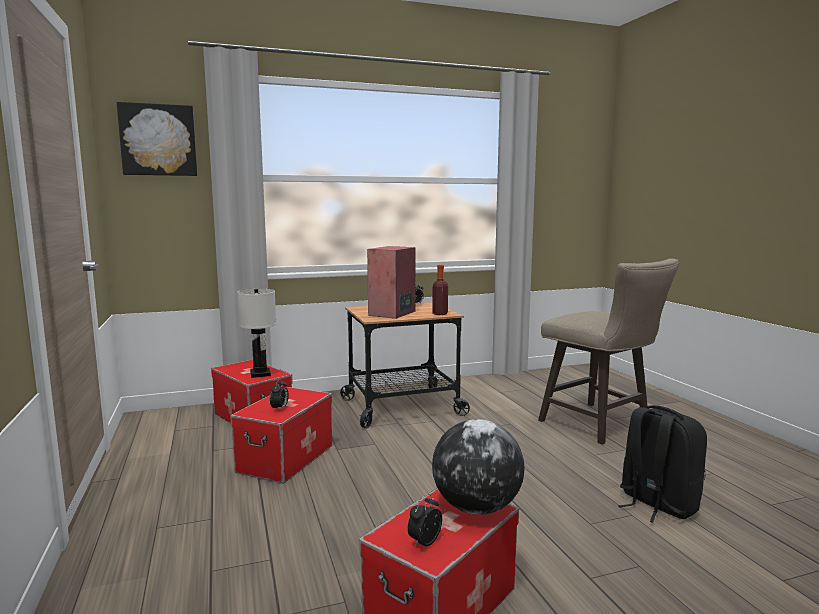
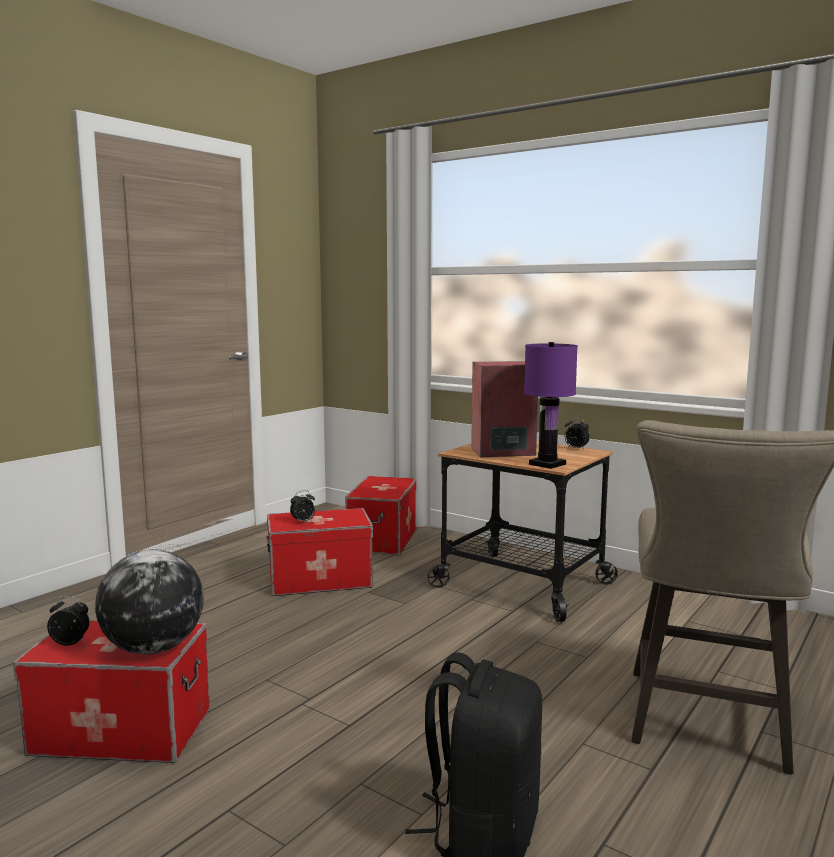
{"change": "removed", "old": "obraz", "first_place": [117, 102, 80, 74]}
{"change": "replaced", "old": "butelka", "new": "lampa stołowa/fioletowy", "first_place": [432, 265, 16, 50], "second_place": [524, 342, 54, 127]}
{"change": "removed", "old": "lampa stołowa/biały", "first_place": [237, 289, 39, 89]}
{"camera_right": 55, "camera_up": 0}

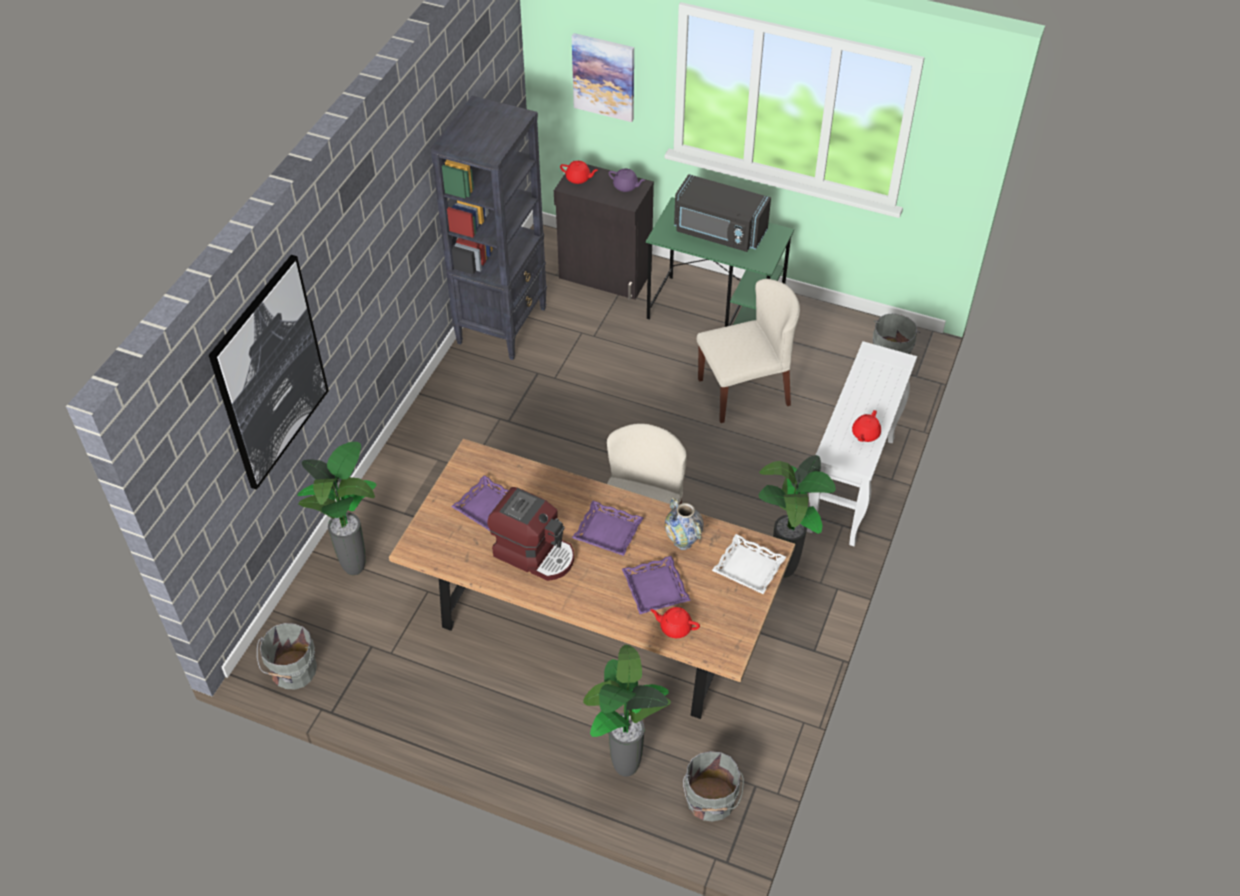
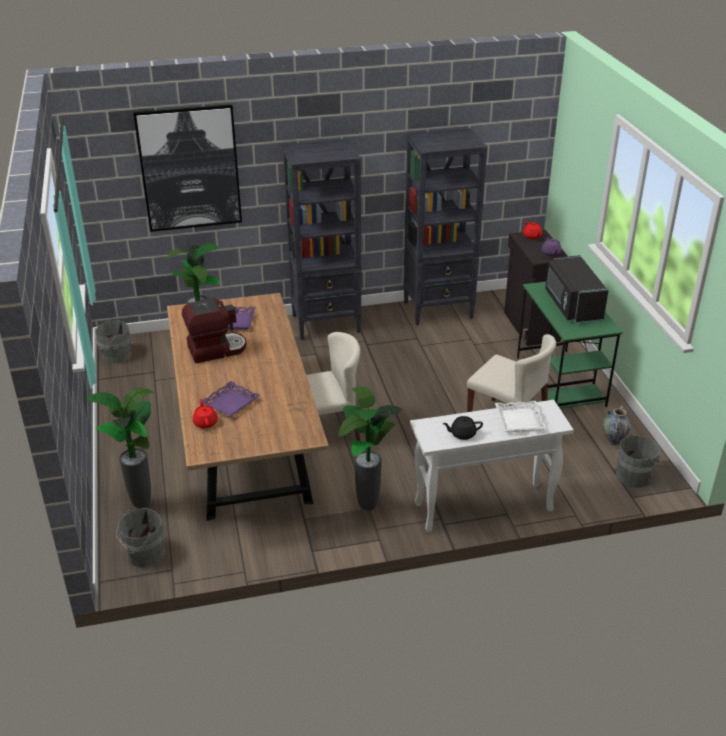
{"change": "removed", "old": "obraz", "first_place": [572, 33, 62, 89]}
{"change": "recoloured", "old": "imbryk/czerwony", "new": "imbryk/czarny", "first_place": [852, 410, 29, 32], "second_place": [443, 416, 40, 24]}
{"change": "turned", "old": "ekspres do kawy", "first_place": [487, 487, 87, 94], "second_place": [182, 298, 64, 65], "degrees": -105}
{"change": "moved", "old": "wazon", "first_place": [665, 497, 39, 53], "second_place": [603, 405, 28, 41]}
{"change": "removed", "old": "taca/fioletowy", "first_place": [572, 501, 72, 55]}
{"change": "moved", "old": "taca/biały", "first_place": [712, 534, 74, 60], "second_place": [495, 401, 52, 31]}
{"change": "added", "new": "regał/czarny", "second_place": [283, 139, 79, 201]}
{"camera_right": 55, "camera_up": -15}

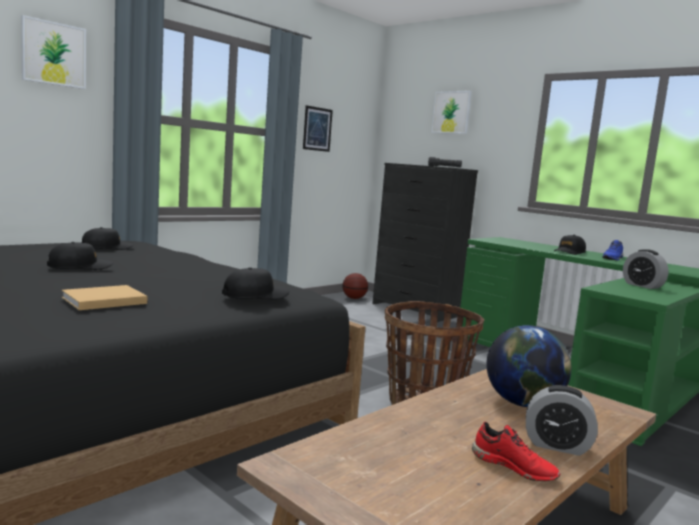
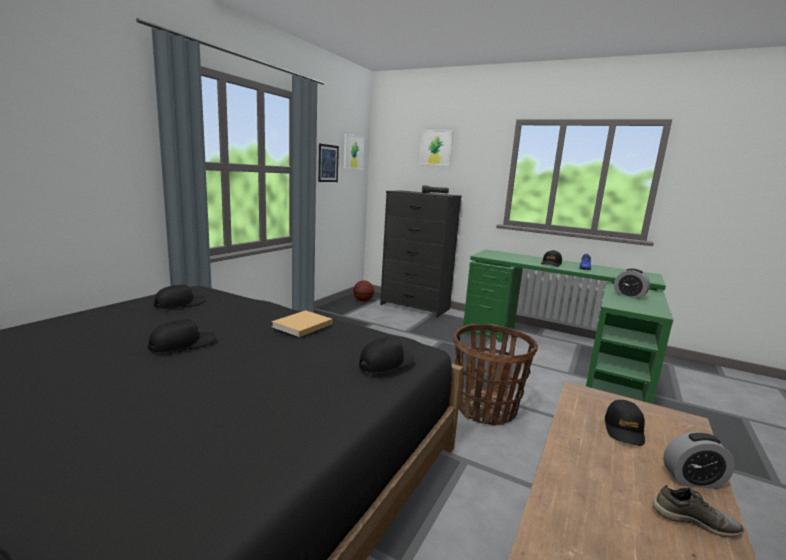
{"change": "moved", "old": "obraz", "first_place": [21, 15, 65, 74], "second_place": [344, 134, 20, 35]}
{"change": "moved", "old": "książka/beżowy", "first_place": [62, 285, 85, 25], "second_place": [271, 310, 62, 27]}
{"change": "replaced", "old": "globus", "new": "czapka z daszkiem/czarny", "first_place": [486, 325, 85, 82], "second_place": [605, 400, 40, 46]}
{"change": "recoloured", "old": "but/czerwony", "new": "but/szary", "first_place": [472, 422, 88, 59], "second_place": [653, 485, 91, 52]}
{"camera_right": -15, "camera_up": 5}

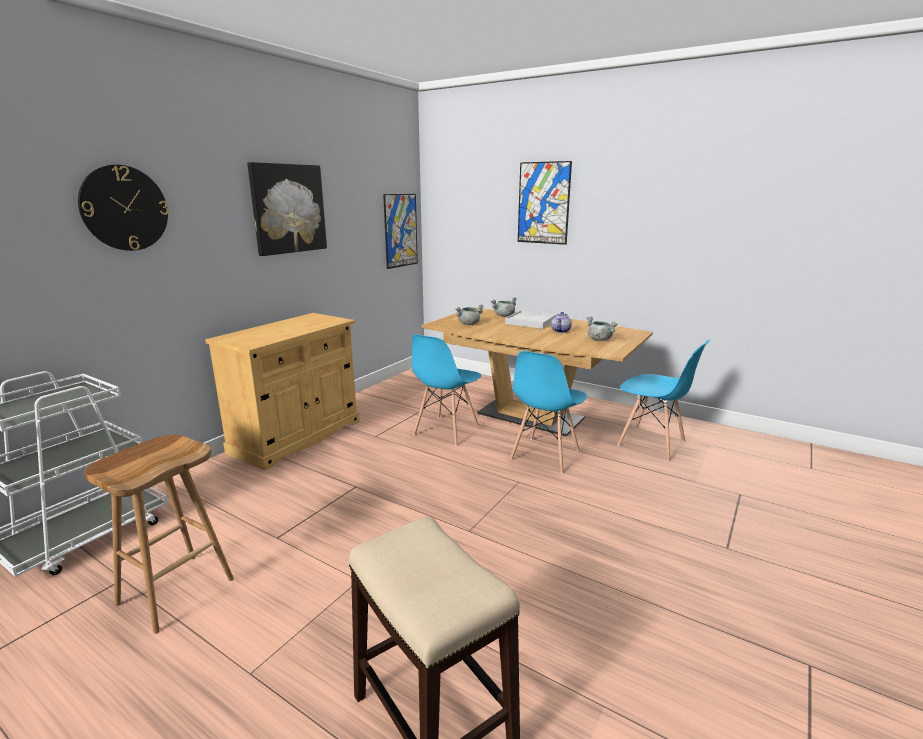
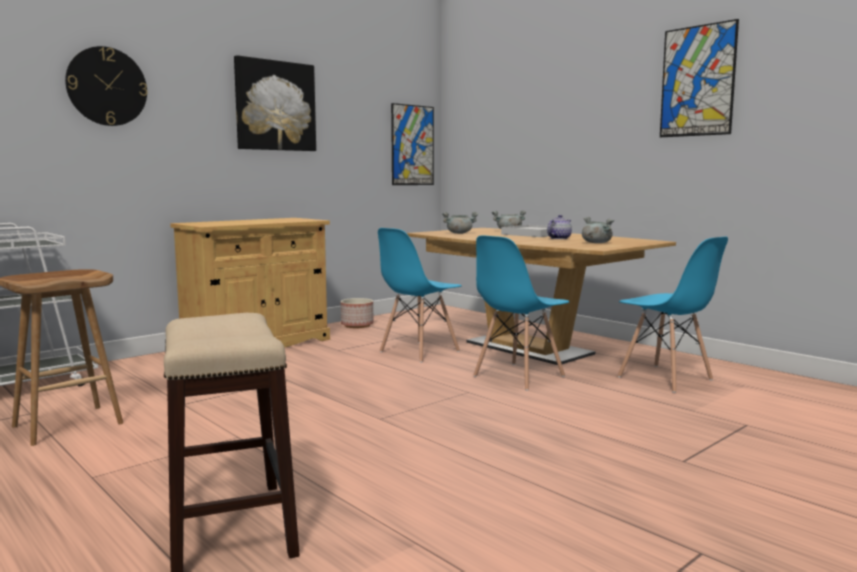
{"change": "moved", "old": "obraz", "first_place": [518, 161, 54, 84], "second_place": [660, 19, 79, 118]}
{"change": "added", "new": "donica", "second_place": [341, 298, 32, 30]}
{"camera_right": 15, "camera_up": -10}

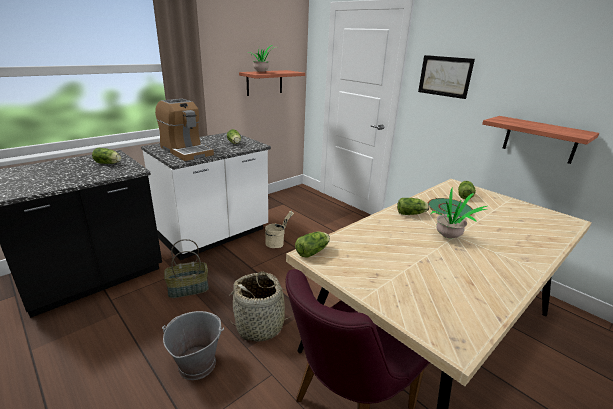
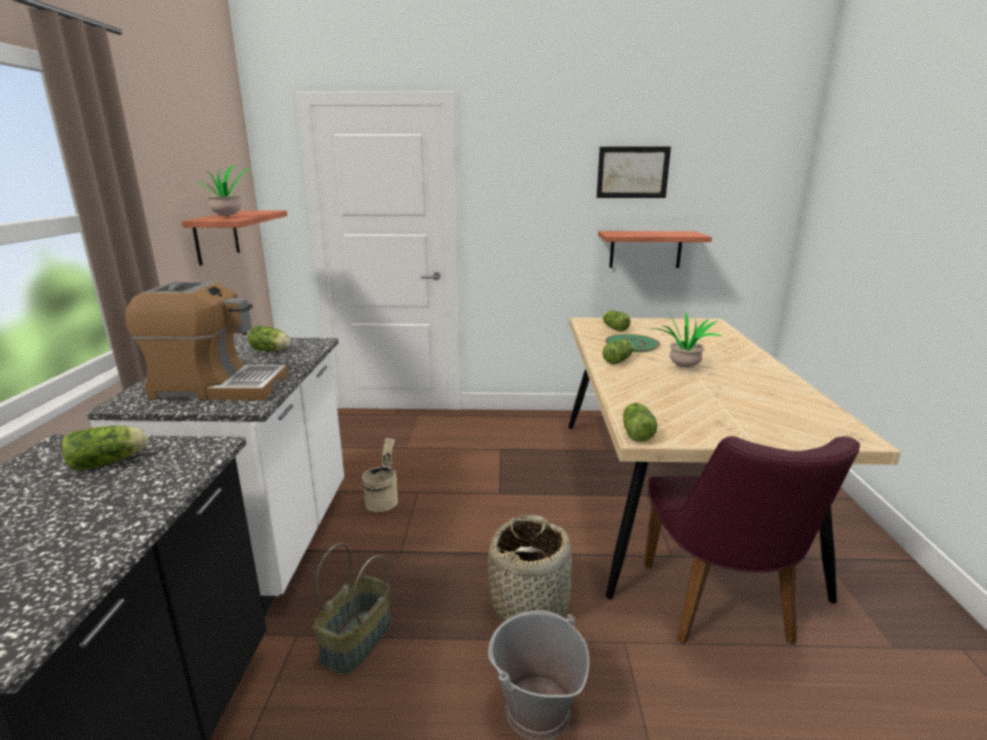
{"change": "moved", "old": "obraz", "first_place": [418, 55, 57, 44], "second_place": [597, 147, 74, 51]}
{"camera_right": -45, "camera_up": -5}

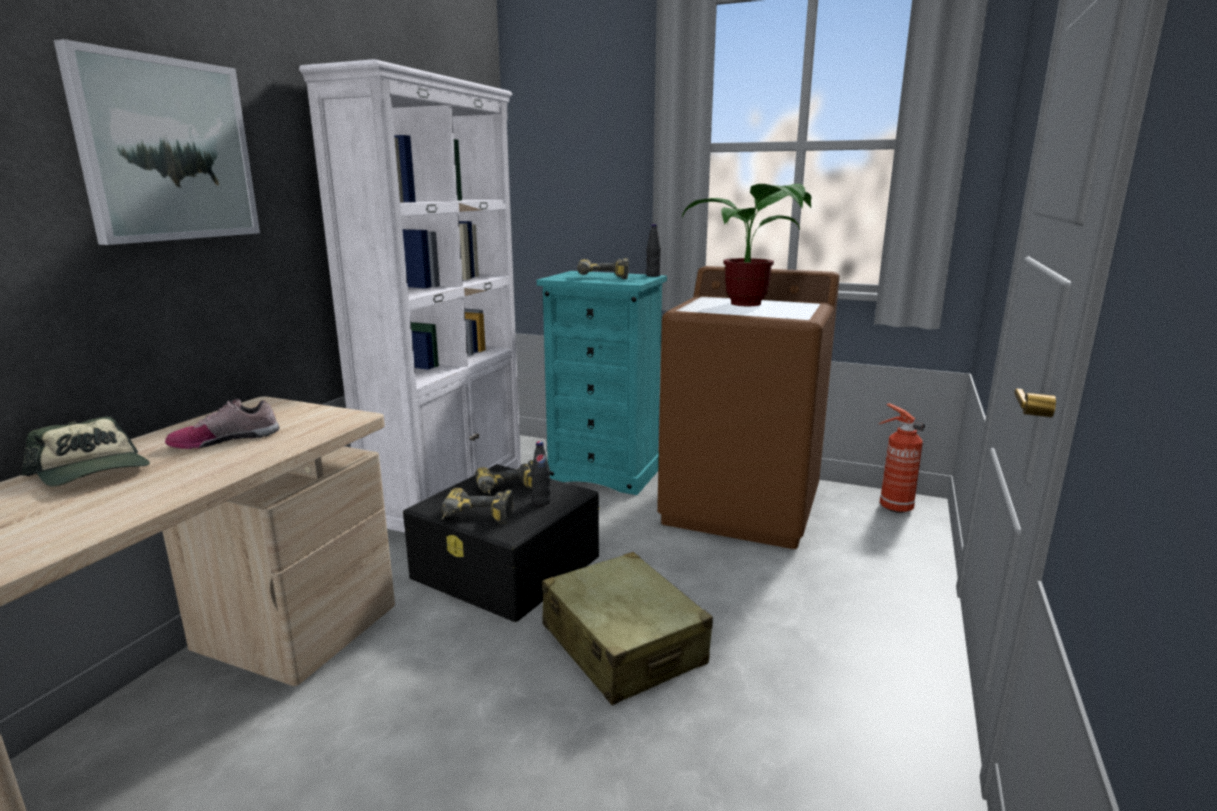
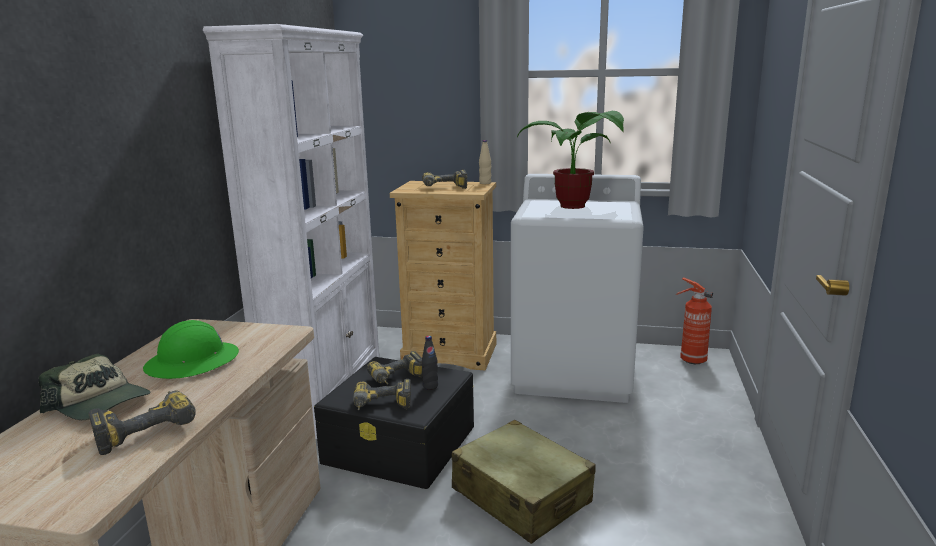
{"change": "removed", "old": "obraz", "first_place": [54, 39, 206, 206]}
{"change": "recoloured", "old": "butelka/czarny", "new": "butelka/beżowy", "first_place": [646, 224, 15, 53], "second_place": [479, 140, 12, 44]}
{"change": "recoloured", "old": "pralka/brązowy", "new": "pralka/biały", "first_place": [657, 266, 183, 283], "second_place": [511, 174, 133, 229]}
{"change": "recoloured", "old": "komoda/turkusowy", "new": "komoda/beżowy", "first_place": [537, 271, 130, 224], "second_place": [390, 181, 106, 190]}
{"change": "replaced", "old": "but", "new": "kask/zielony", "first_place": [165, 399, 115, 50], "second_place": [143, 320, 96, 59]}
{"change": "added", "new": "wiertarka", "second_place": [88, 391, 108, 64]}
{"camera_right": -10, "camera_up": 0}

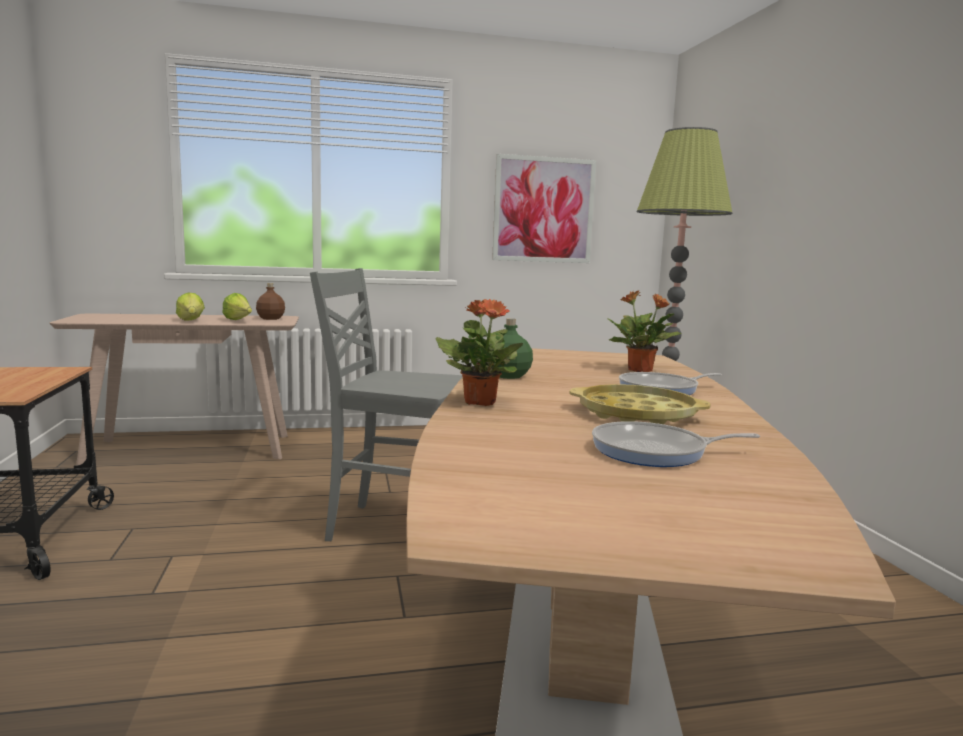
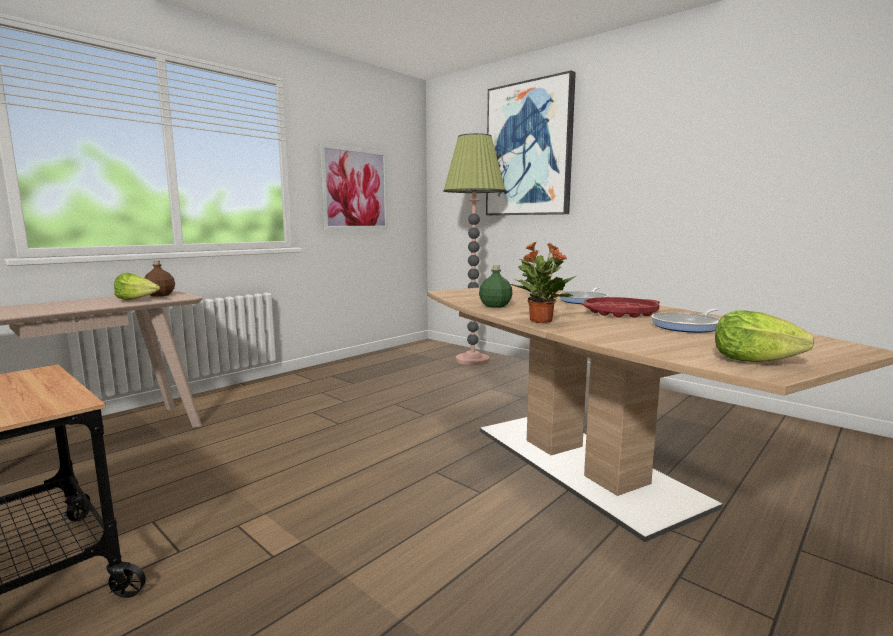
{"change": "removed", "old": "krzesło/szary", "first_place": [310, 268, 153, 273]}
{"change": "moved", "old": "sałata", "first_place": [176, 292, 29, 29], "second_place": [715, 310, 99, 53]}
{"change": "recoloured", "old": "taca/żółty", "new": "taca/czerwony", "first_place": [569, 384, 142, 40], "second_place": [582, 297, 78, 21]}
{"change": "added", "new": "obraz", "second_place": [486, 70, 90, 145]}
{"camera_right": -35, "camera_up": 0}

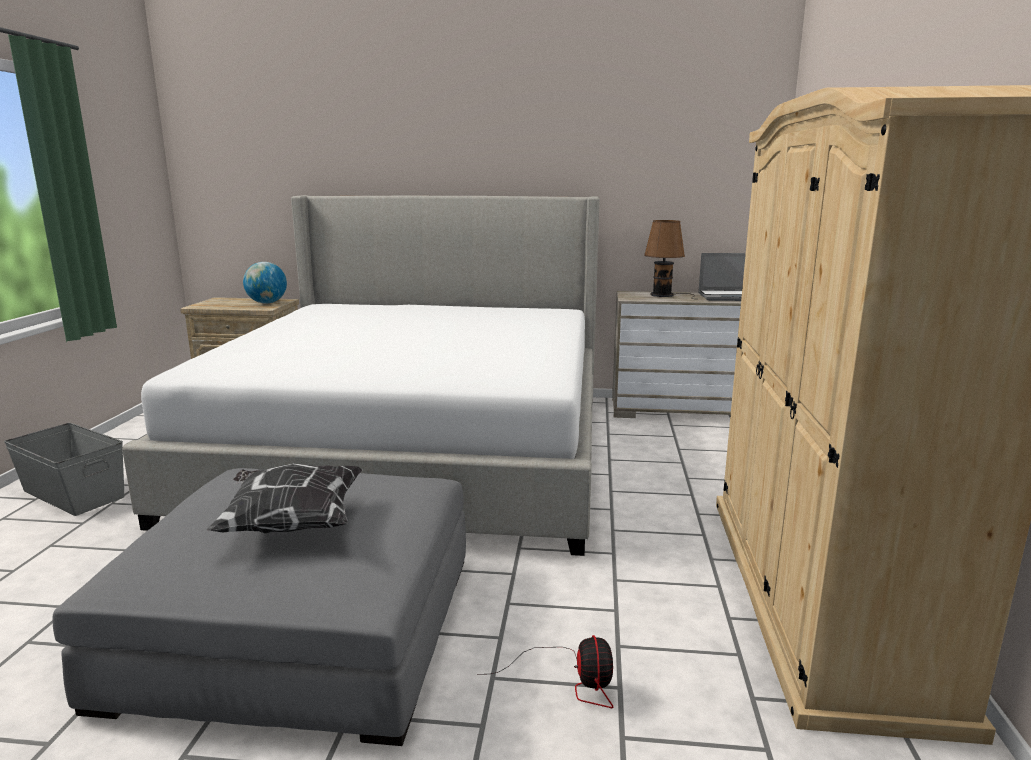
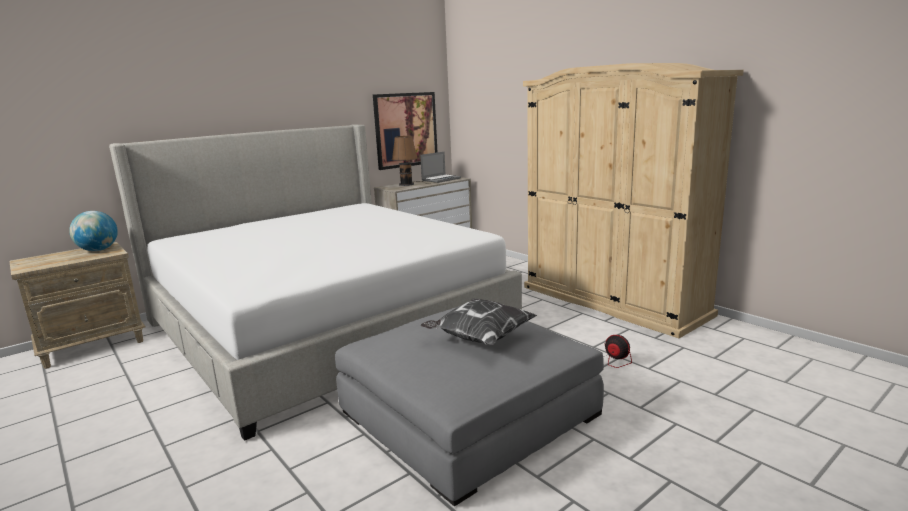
{"change": "removed", "old": "pojemnik do przechowywania/szary", "first_place": [4, 423, 121, 93]}
{"change": "added", "new": "obraz", "second_place": [373, 92, 64, 78]}
{"camera_right": -45, "camera_up": 0}

